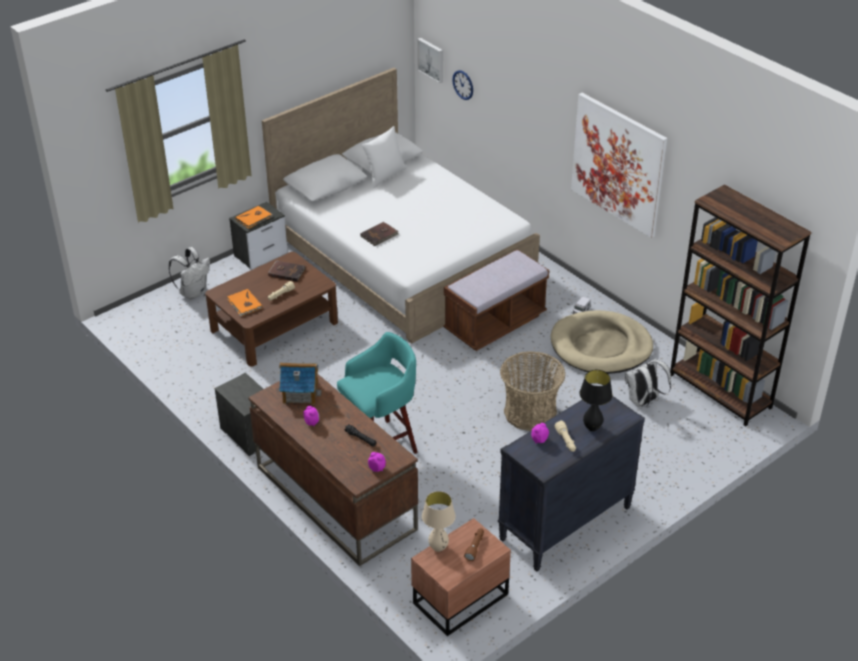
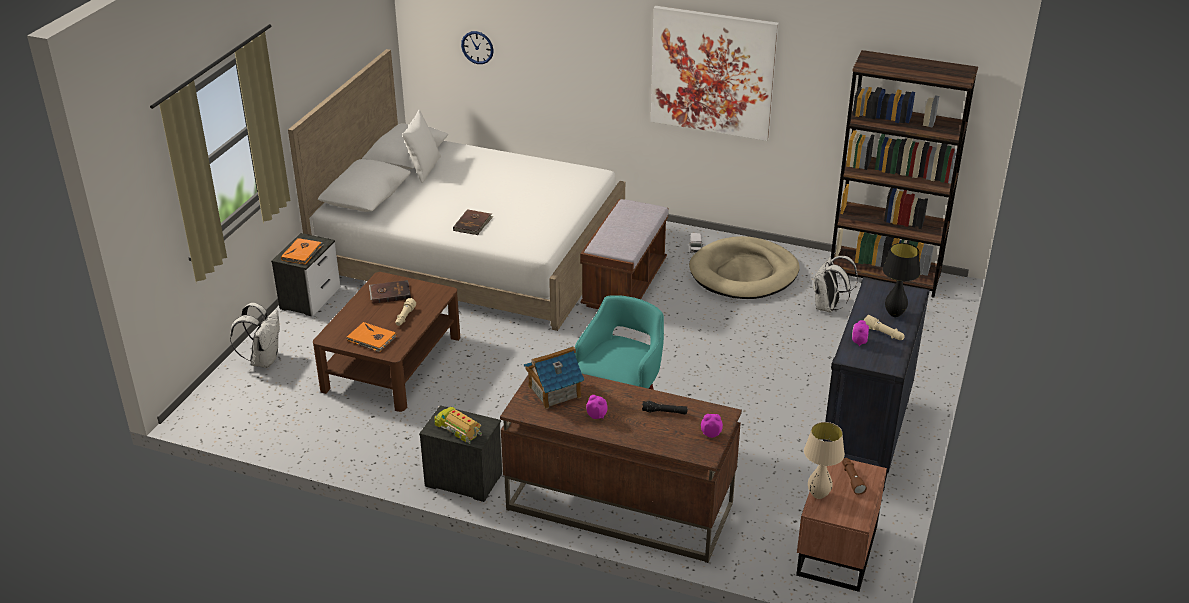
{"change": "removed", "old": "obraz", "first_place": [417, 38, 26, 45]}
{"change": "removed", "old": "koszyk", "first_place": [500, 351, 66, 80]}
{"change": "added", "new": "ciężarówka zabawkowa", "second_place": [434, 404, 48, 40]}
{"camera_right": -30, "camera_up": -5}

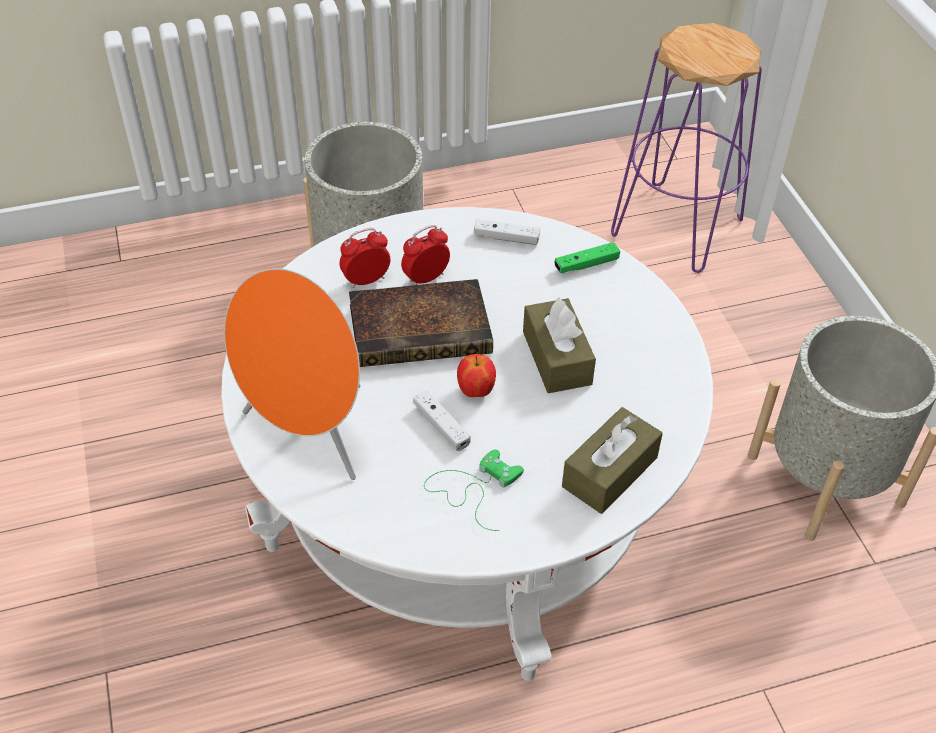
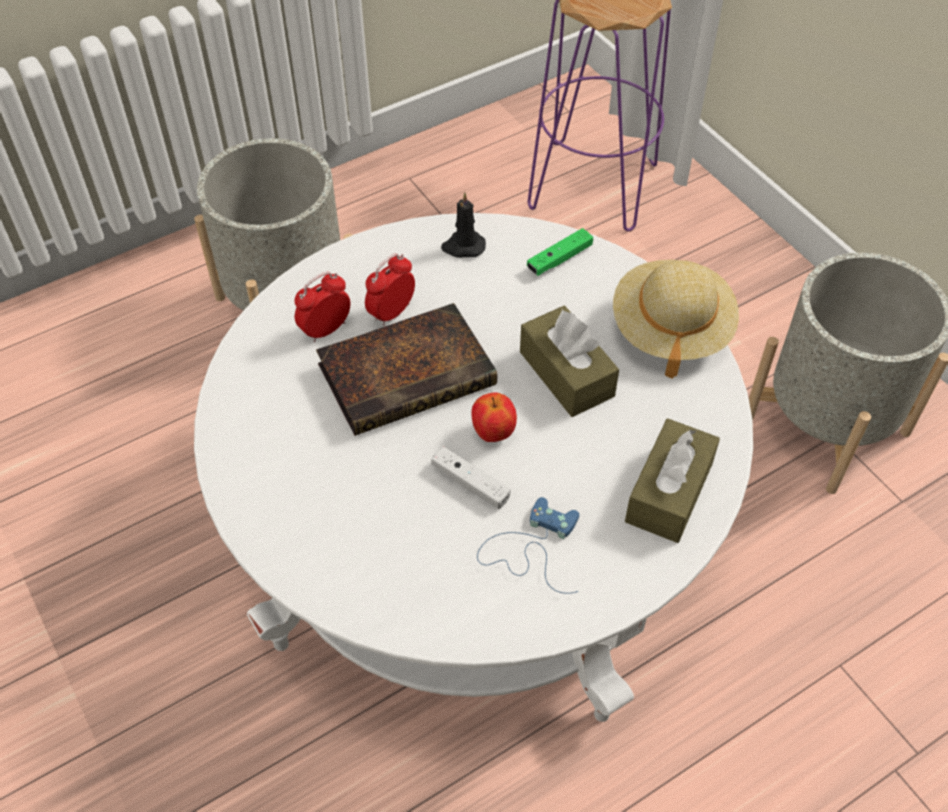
{"change": "replaced", "old": "pad do gier/biały", "new": "świeca/czarny", "first_place": [474, 219, 66, 26], "second_place": [441, 192, 45, 66]}
{"change": "removed", "old": "głośnik/pomarańczowy", "first_place": [224, 268, 137, 212]}
{"change": "recoloured", "old": "pad do gier/zielony", "new": "pad do gier/niebieski", "first_place": [424, 450, 100, 81], "second_place": [477, 497, 102, 97]}
{"change": "added", "new": "kapelusz/beżowy", "second_place": [613, 260, 126, 119]}
{"camera_right": -15, "camera_up": 5}

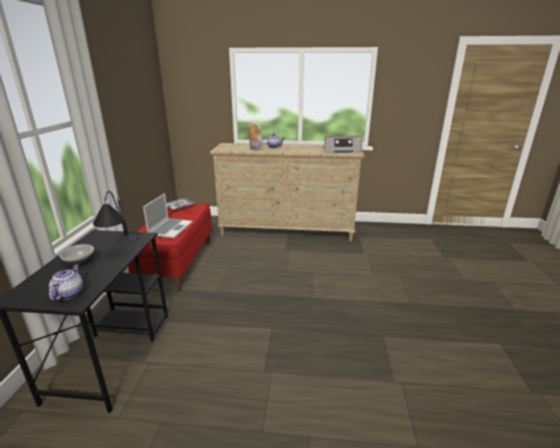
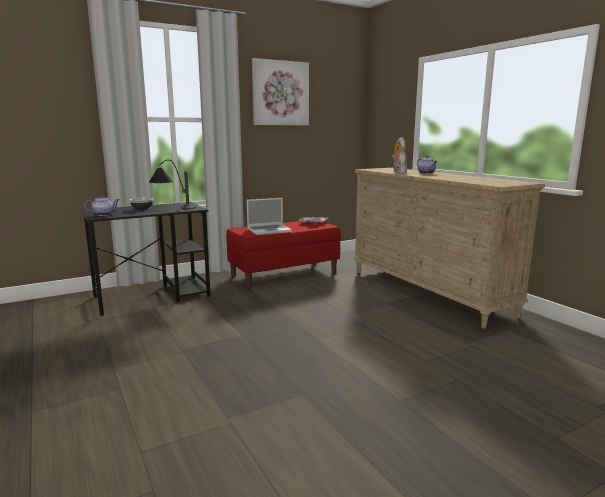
{"change": "removed", "old": "radio", "first_place": [324, 136, 38, 17]}
{"change": "added", "new": "obraz", "second_place": [252, 58, 57, 67]}
{"camera_right": 55, "camera_up": -10}

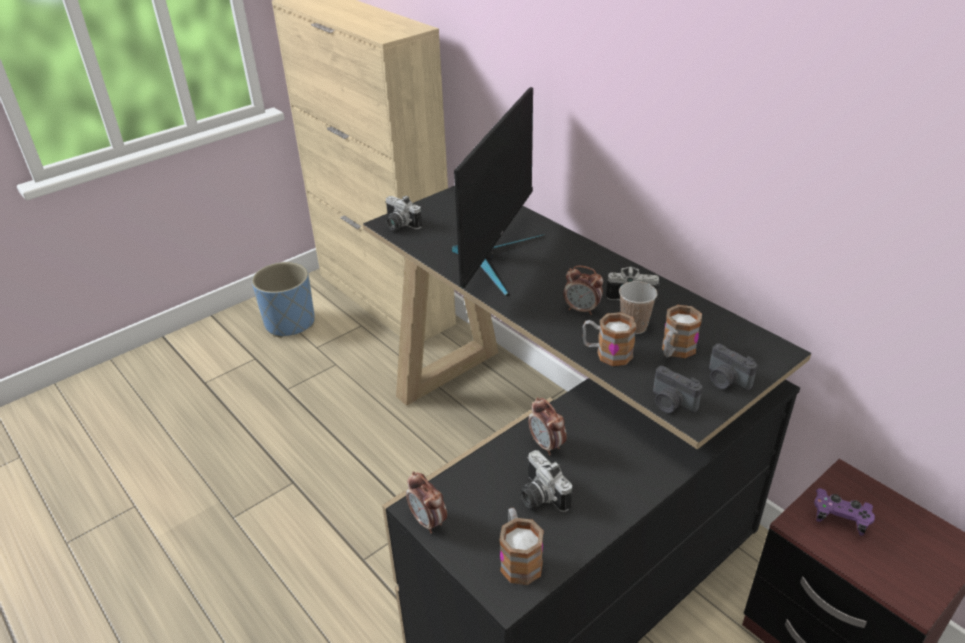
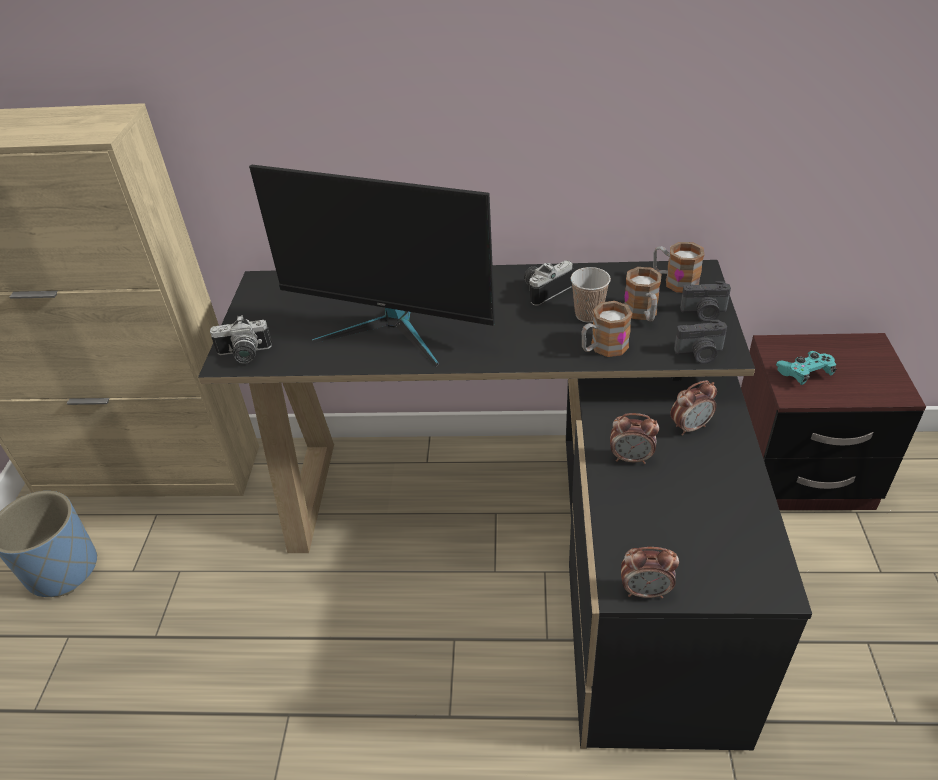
{"change": "turned", "old": "monitor", "first_place": [452, 87, 94, 209], "second_place": [249, 165, 246, 202], "degrees": 135}
{"change": "moved", "old": "budzik", "first_place": [563, 266, 40, 49], "second_place": [670, 380, 47, 55]}
{"change": "removed", "old": "aparat fotograficzny", "first_place": [520, 450, 52, 62]}
{"change": "recoloured", "old": "pad do gier/fioletowy", "new": "pad do gier/turkusowy", "first_place": [814, 488, 61, 48], "second_place": [776, 351, 60, 34]}
{"change": "moved", "old": "kubek", "first_place": [500, 508, 44, 77], "second_place": [653, 242, 51, 51]}
{"camera_right": -45, "camera_up": 5}

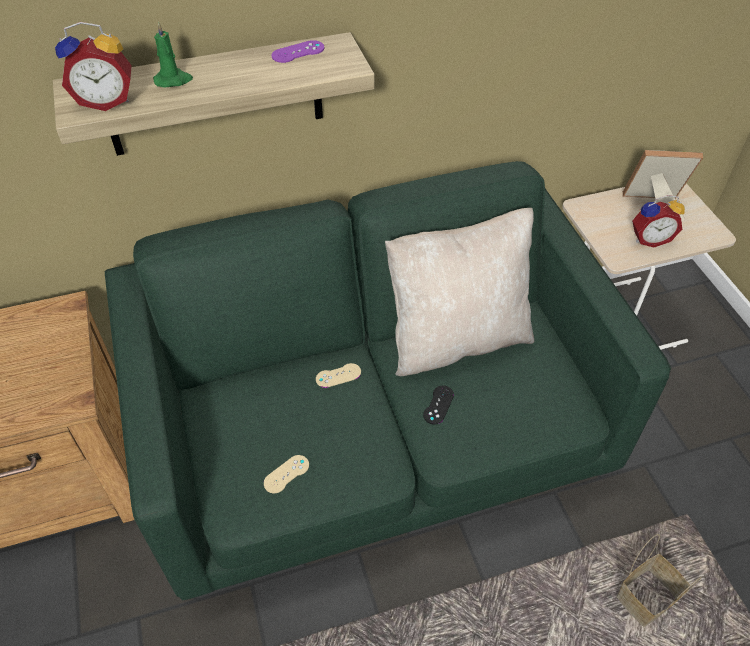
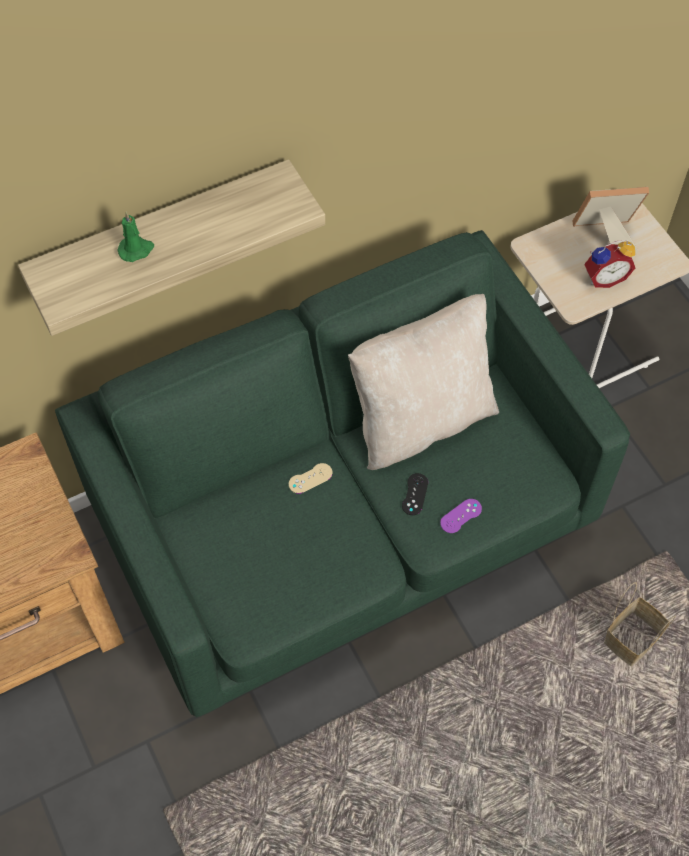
{"change": "removed", "old": "budzik", "first_place": [55, 22, 77, 89]}
{"change": "moved", "old": "pad do gier/fioletowy", "first_place": [272, 40, 52, 23], "second_place": [440, 499, 42, 34]}
{"change": "removed", "old": "pad do gier/beżowy", "first_place": [264, 455, 45, 38]}
{"camera_right": -10, "camera_up": 10}

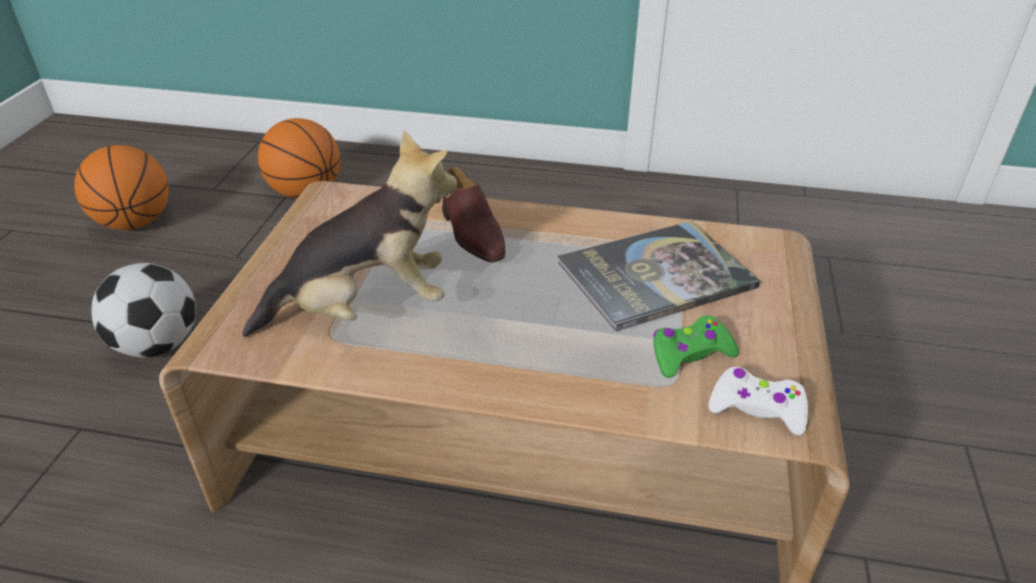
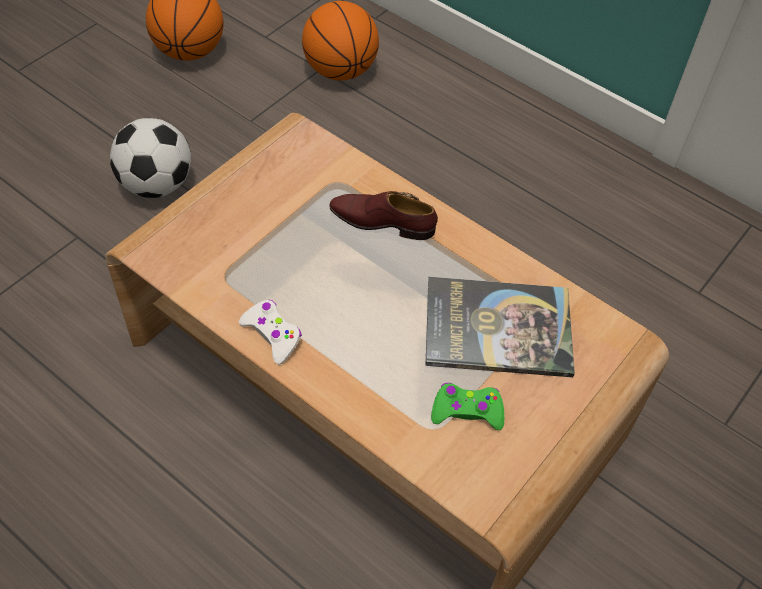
{"change": "removed", "old": "pluszak", "first_place": [242, 130, 215, 207]}
{"change": "turned", "old": "but/brązowy", "first_place": [442, 166, 63, 97], "second_place": [329, 191, 109, 49], "degrees": 105}
{"change": "moved", "old": "pad do gier/biały", "first_place": [709, 366, 99, 70], "second_place": [239, 300, 63, 65]}
{"camera_right": 25, "camera_up": 15}

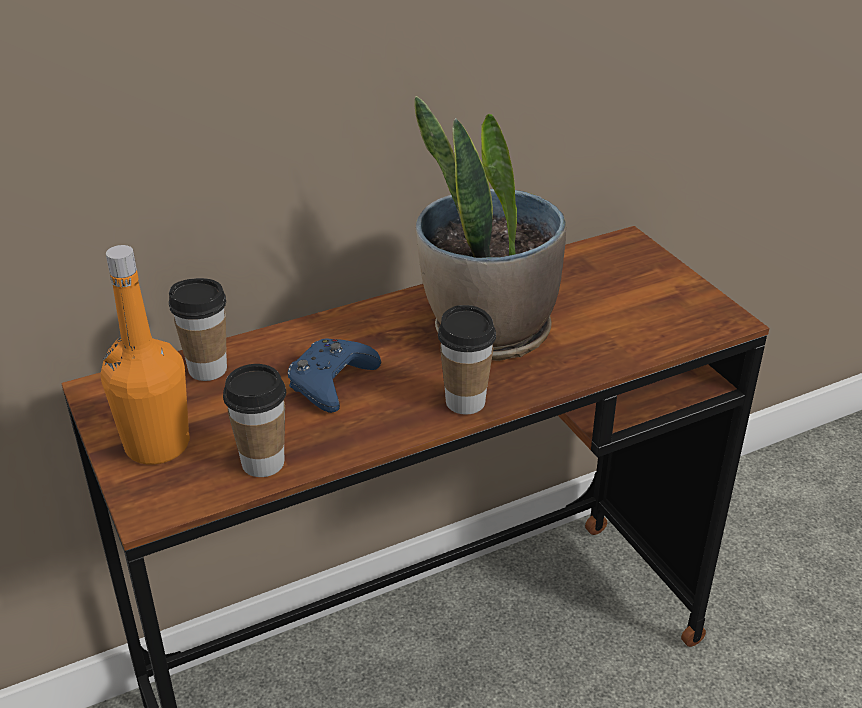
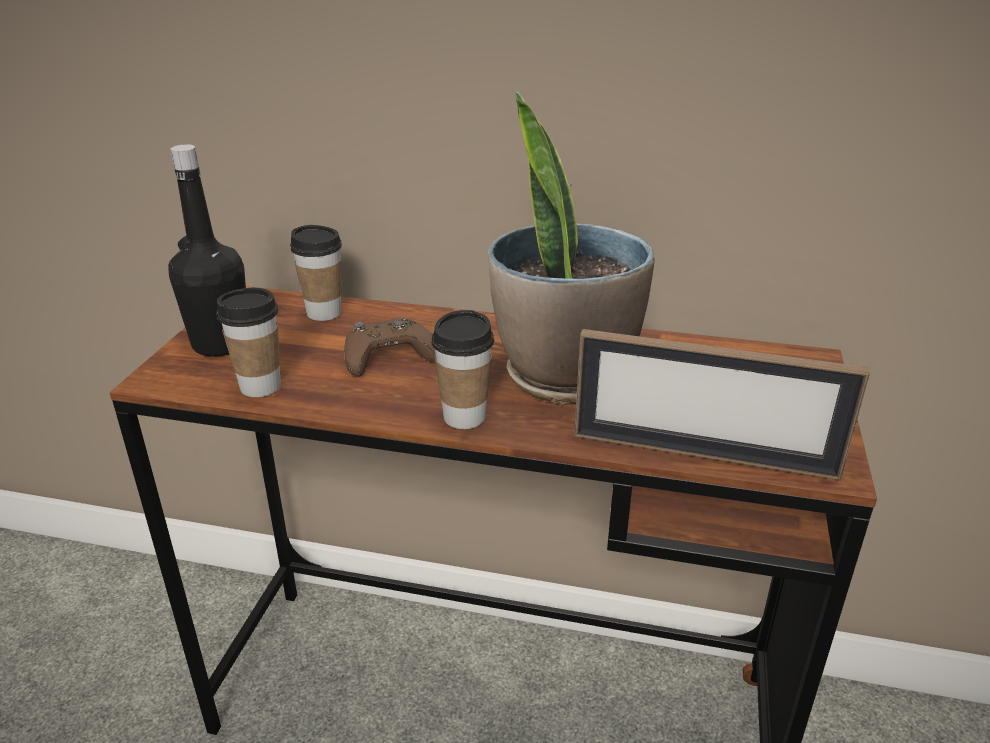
{"change": "recoloured", "old": "butelka/pomarańczowy", "new": "butelka/czarny", "first_place": [101, 245, 89, 220], "second_place": [168, 144, 78, 213]}
{"change": "recoloured", "old": "pad do gier/niebieski", "new": "pad do gier/brązowy", "first_place": [288, 338, 93, 75], "second_place": [344, 318, 91, 58]}
{"change": "added", "new": "ramka na zdjęcie", "second_place": [574, 329, 296, 151]}
{"camera_right": 40, "camera_up": -5}

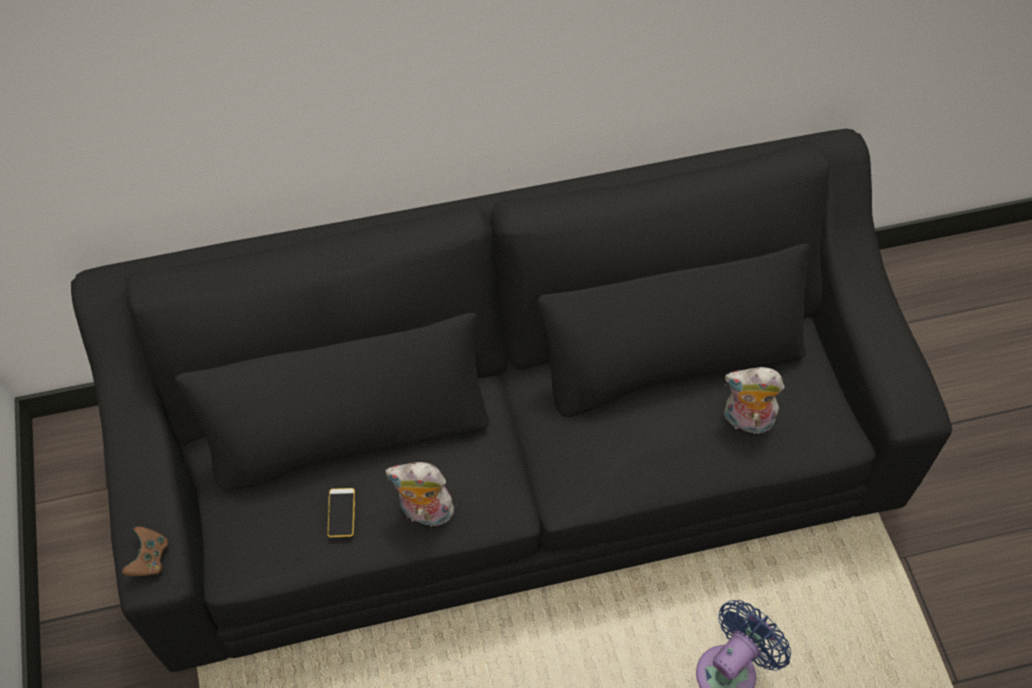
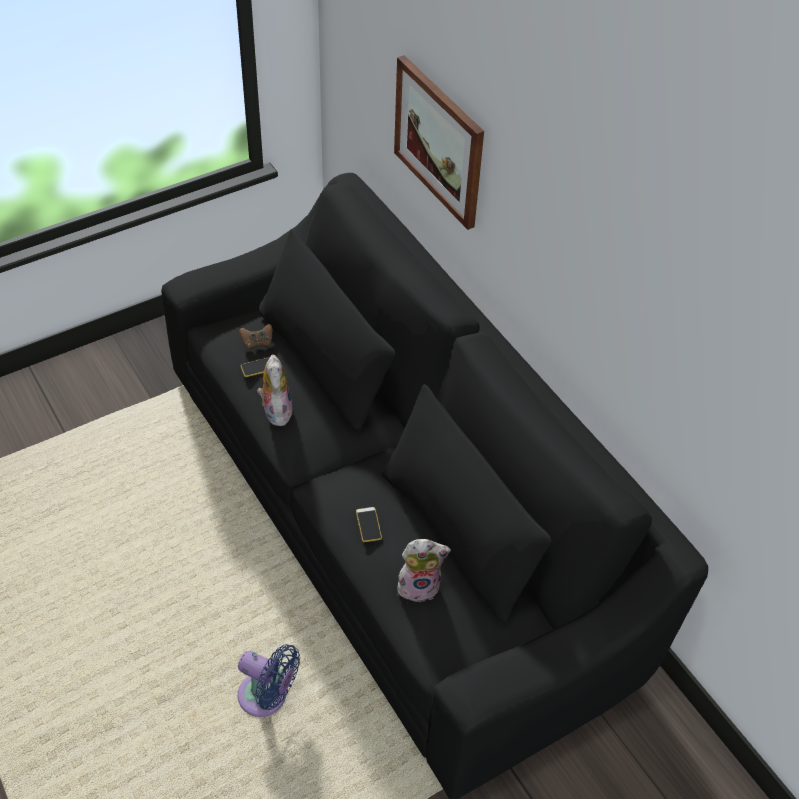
{"change": "turned", "old": "pluszak", "first_place": [724, 367, 61, 71], "second_place": [397, 539, 54, 63], "degrees": 90}
{"change": "moved", "old": "pad do gier/brązowy", "first_place": [122, 526, 46, 50], "second_place": [239, 324, 34, 25]}
{"change": "added", "new": "obraz", "second_place": [394, 55, 90, 175]}
{"change": "added", "new": "telefon", "second_place": [356, 507, 26, 35]}
{"camera_right": 70, "camera_up": -10}

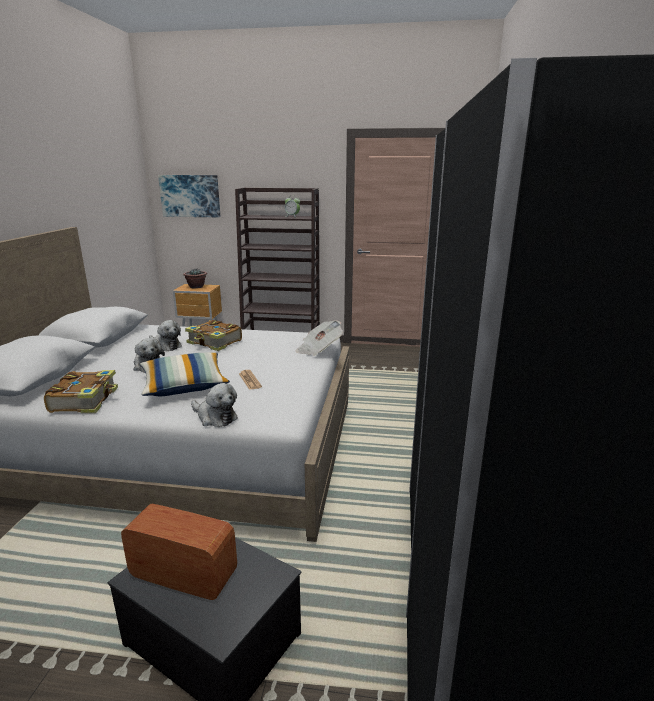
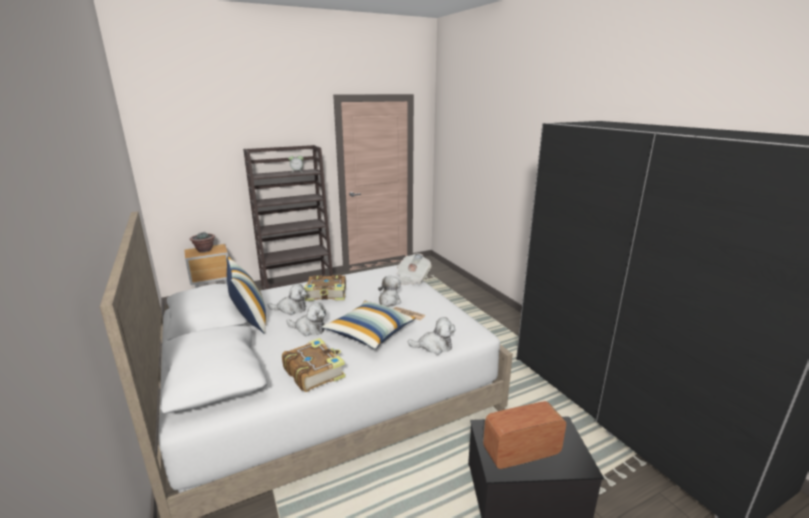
{"change": "removed", "old": "obraz", "first_place": [158, 175, 62, 43]}
{"change": "added", "new": "poduszka", "second_place": [227, 256, 39, 78]}
{"change": "added", "new": "pluszak", "second_place": [378, 276, 23, 31]}
{"camera_right": -35, "camera_up": 0}

